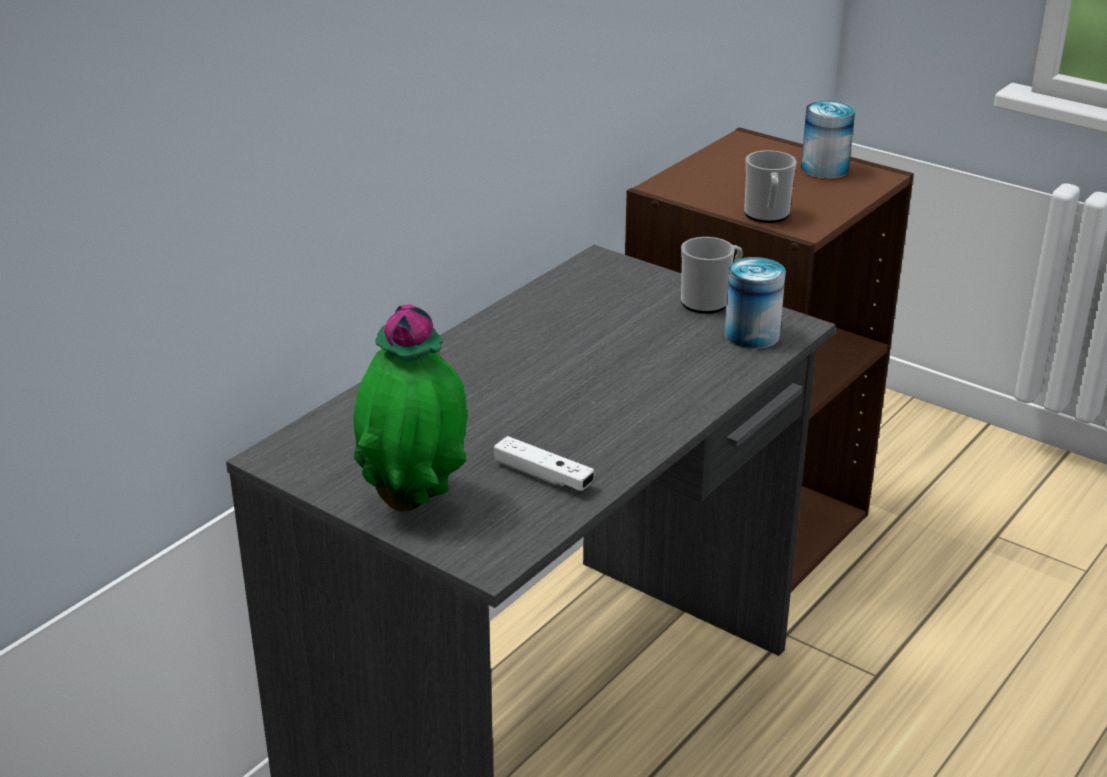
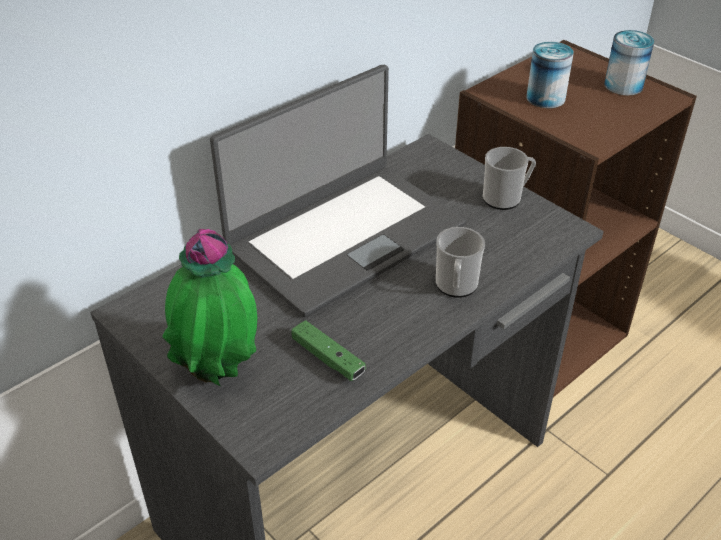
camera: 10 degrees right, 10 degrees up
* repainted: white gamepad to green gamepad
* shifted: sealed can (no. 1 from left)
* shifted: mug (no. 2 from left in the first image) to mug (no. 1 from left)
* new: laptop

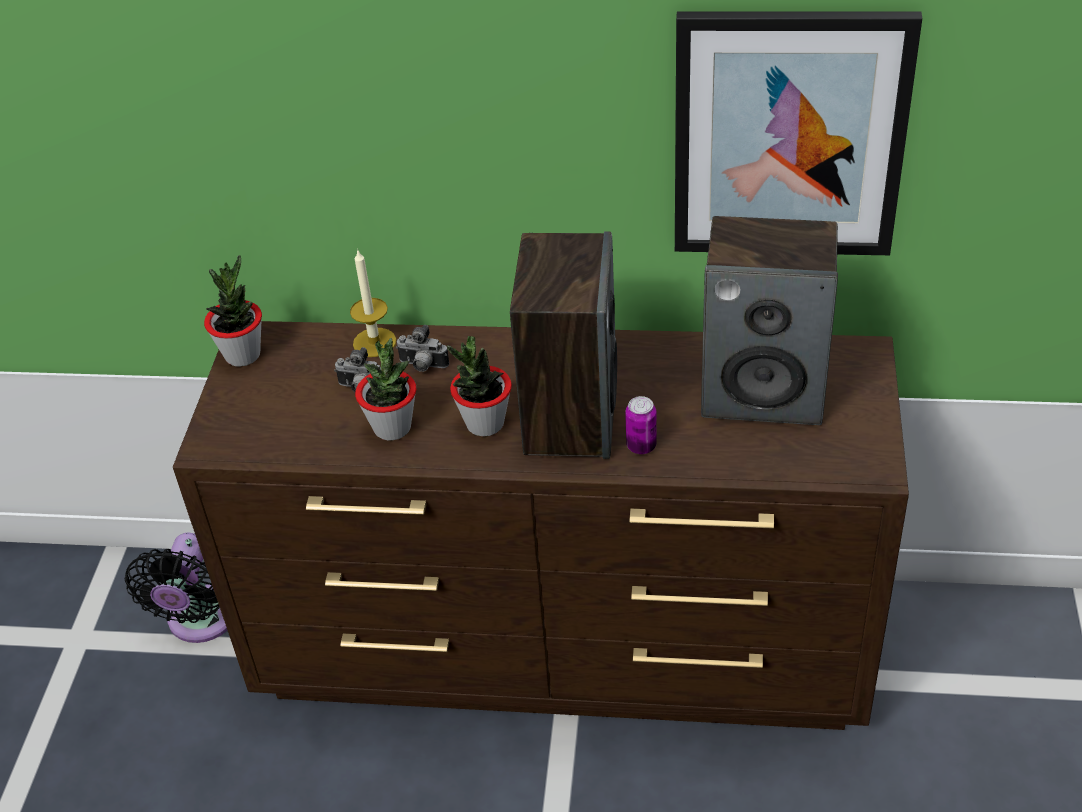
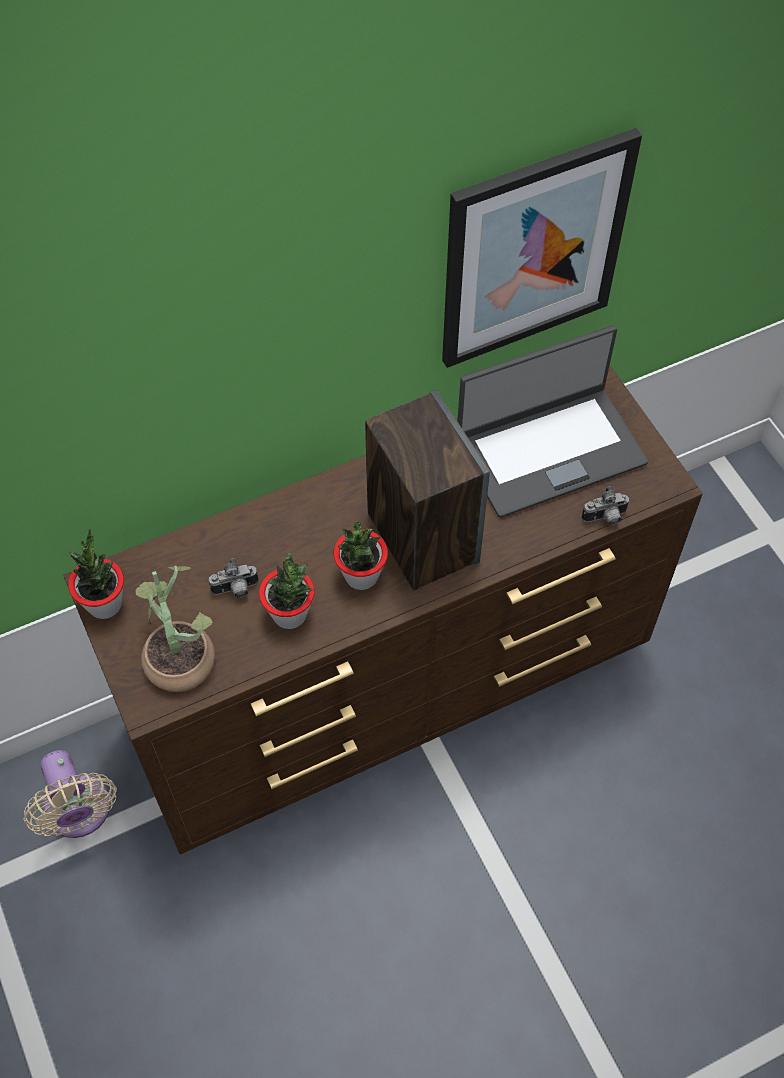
camera: 35 degrees left, 15 degrees up
* repainted: black-coloured fan to beige-coloured fan
* gone: wax candle
* shifted: still camera (no. 2 from left)
* gone: sealed can
* swapped: speaker (no. 2 from left) to laptop
* new: potted plant (no. 2 from left)

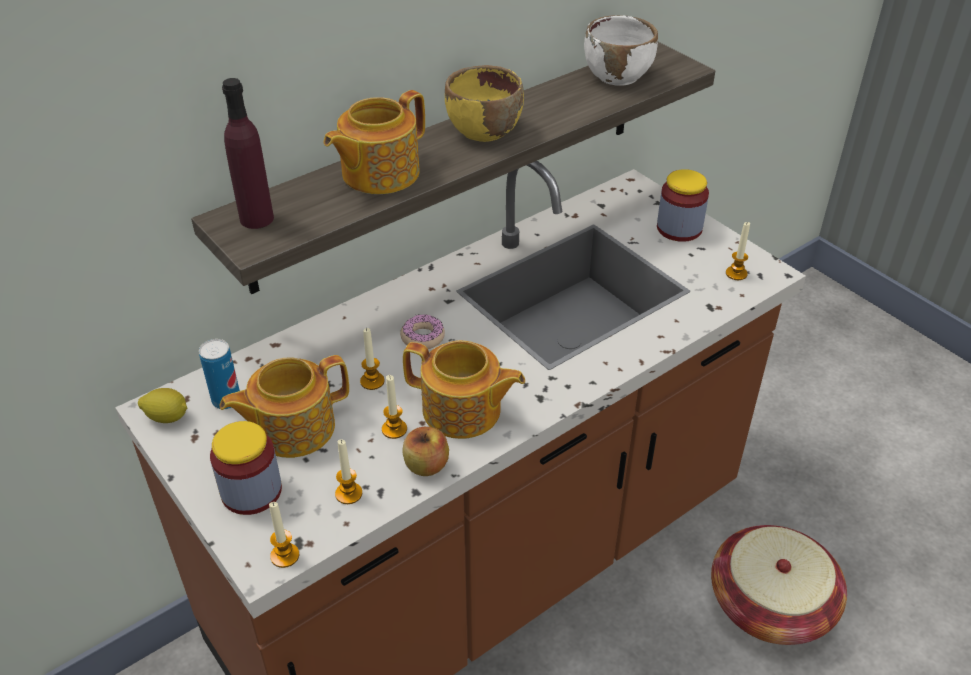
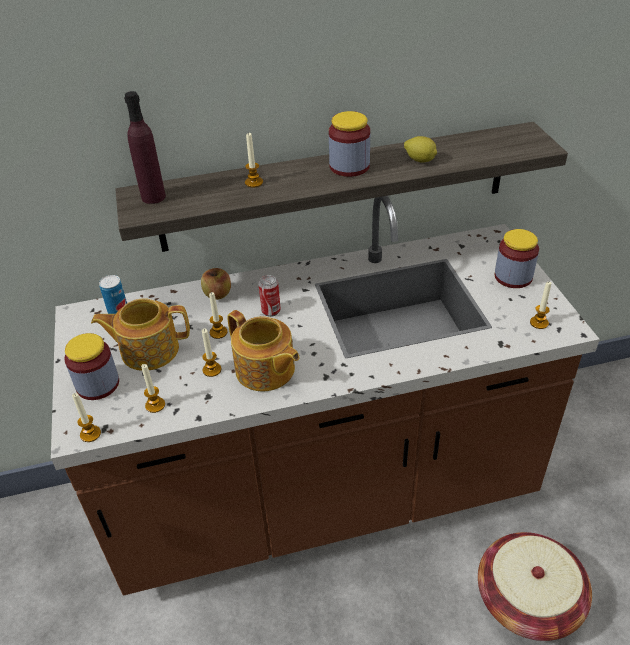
camera: 25 degrees right, 0 degrees up
* shifted: whole lemon
* swapped: tea pot (no. 2 from left) to wax candle (no. 5 from left)
* swapped: donut to sealed can (no. 2 from left)
* shifted: apple
* swapped: yellowish deep dish to jar (no. 2 from left)
* gone: white deep dish

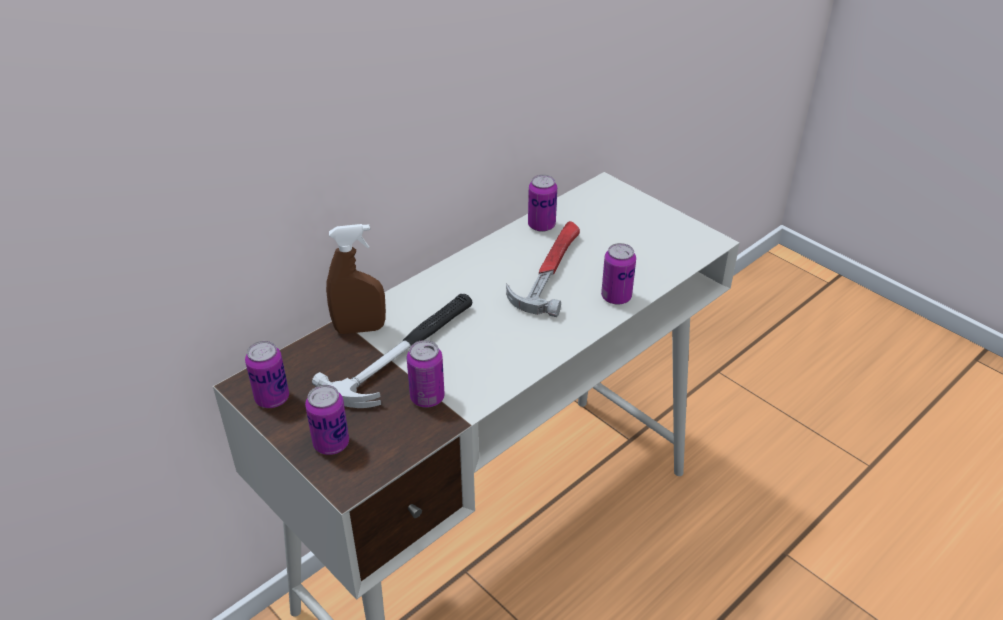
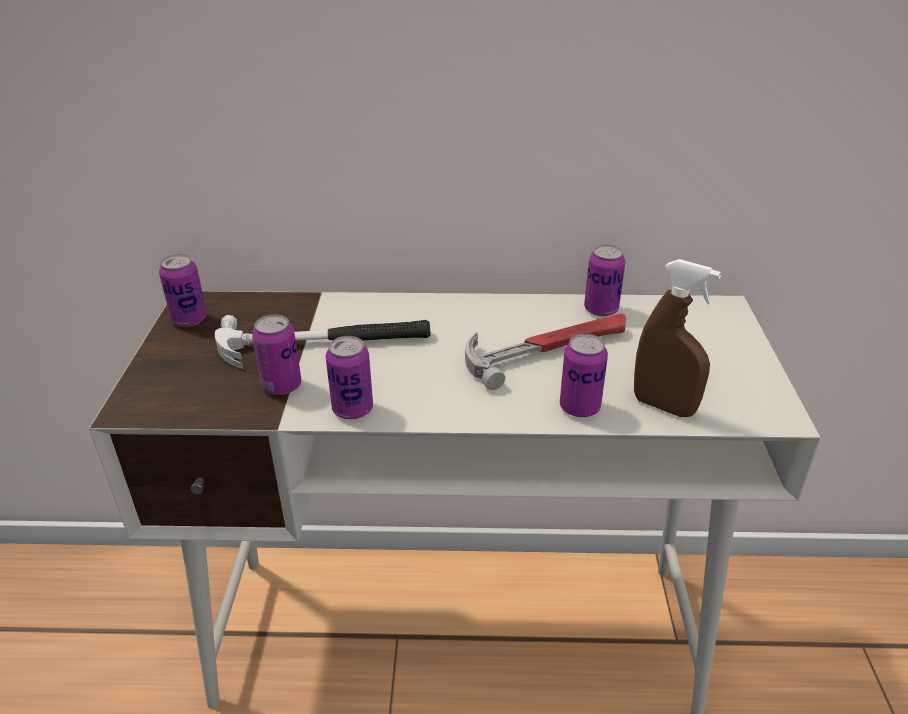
camera: 45 degrees right, 5 degrees down
* shifted: sealed can (no. 2 from left in the first image) to sealed can (no. 3 from left)
* shifted: brown-coloured sprayer

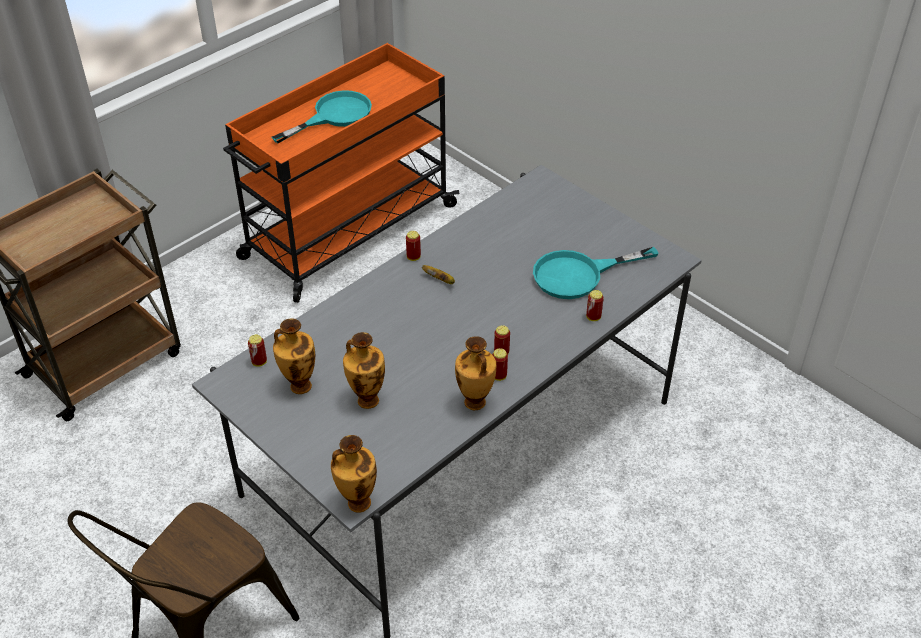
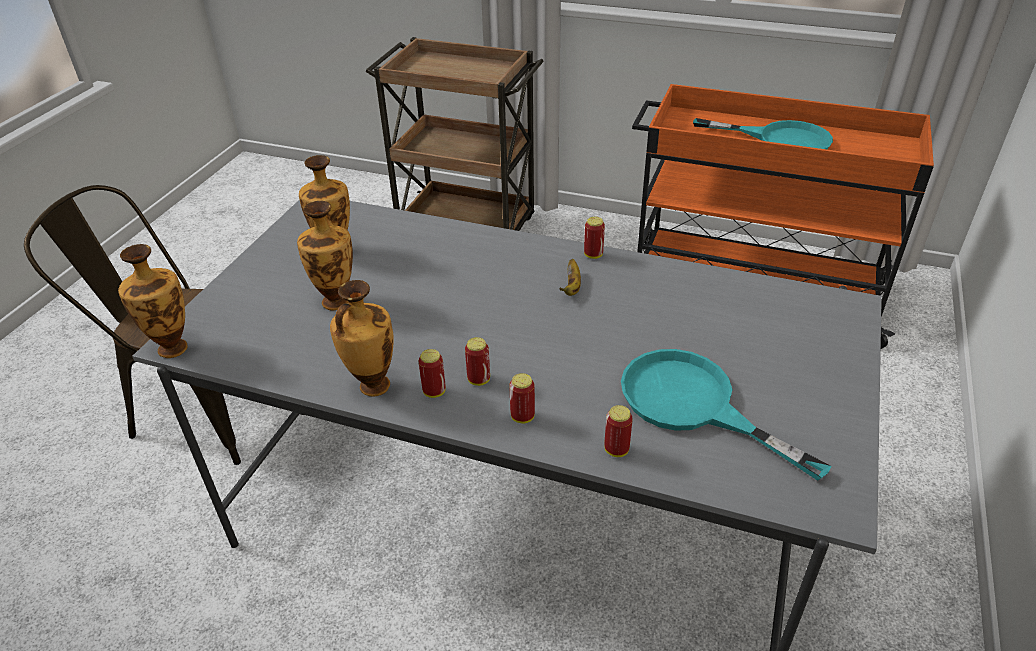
camera: 65 degrees right, 5 degrees down
* shifted: sealed can (no. 1 from left in the first image) to sealed can (no. 3 from left)

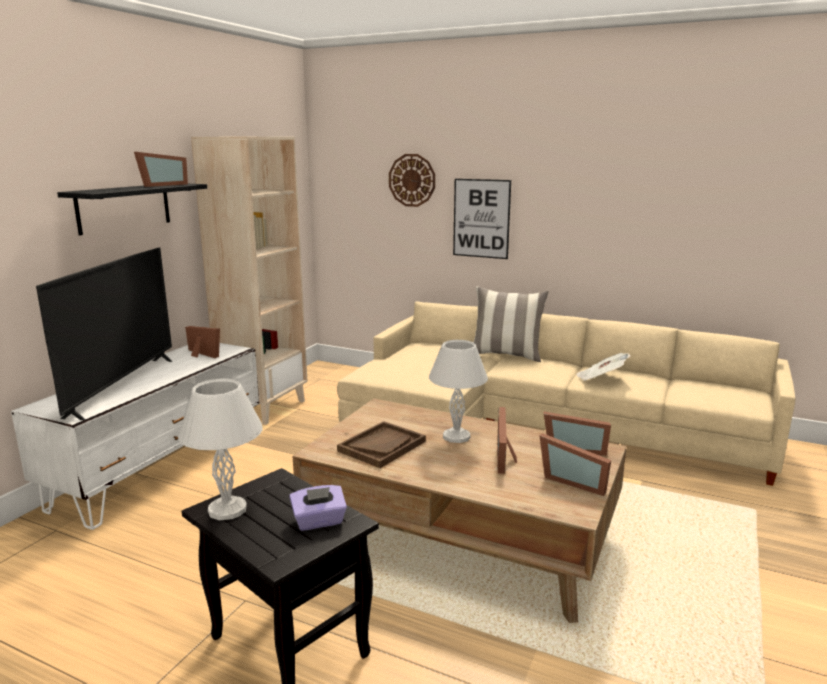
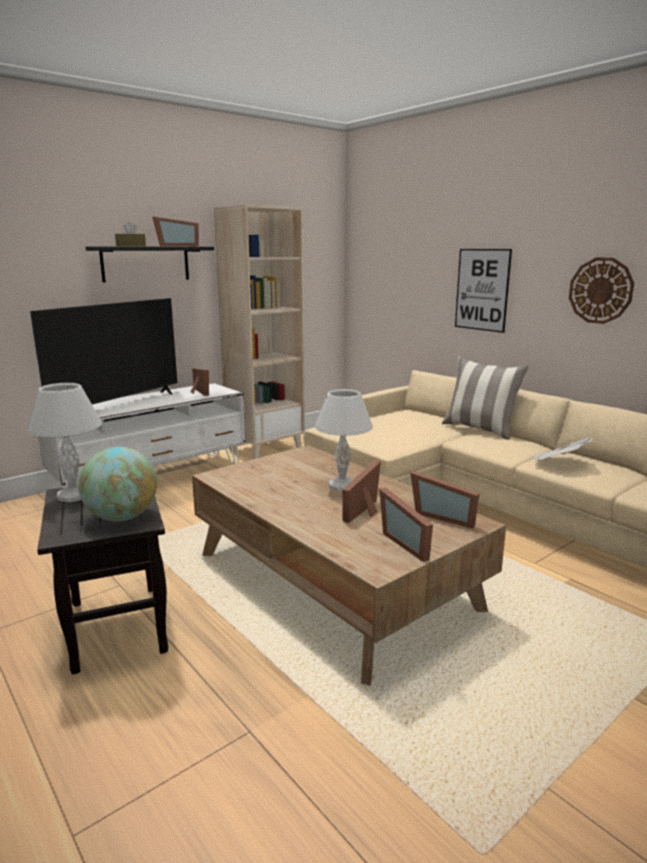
camera: 25 degrees right, 0 degrees up
* swapped: purple tissue box to desk globe
* gone: brown-coloured carrying tray
* shifted: hanging clock
* new: brown-coloured tissue box

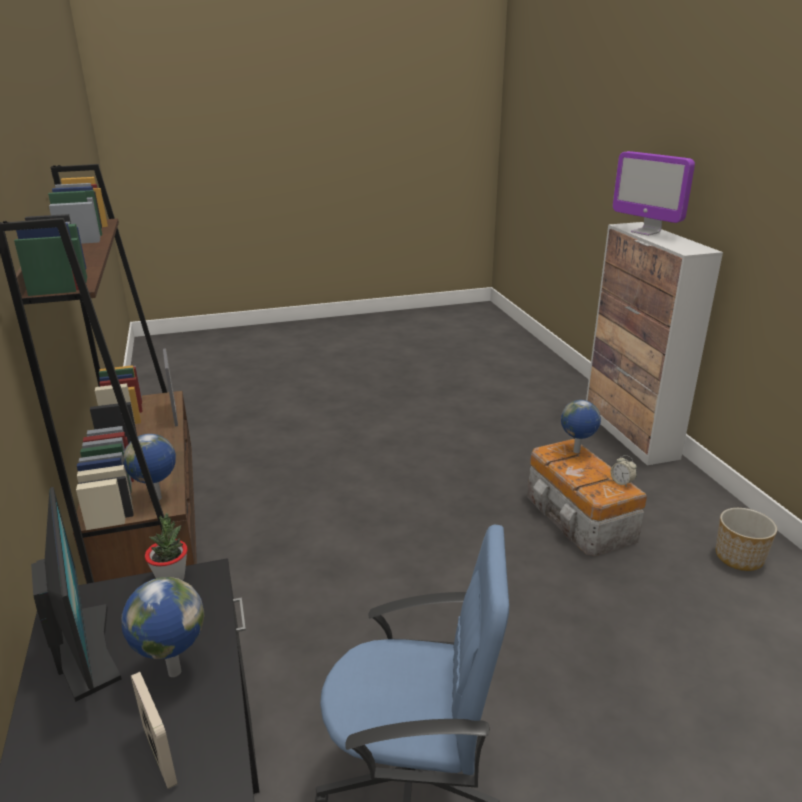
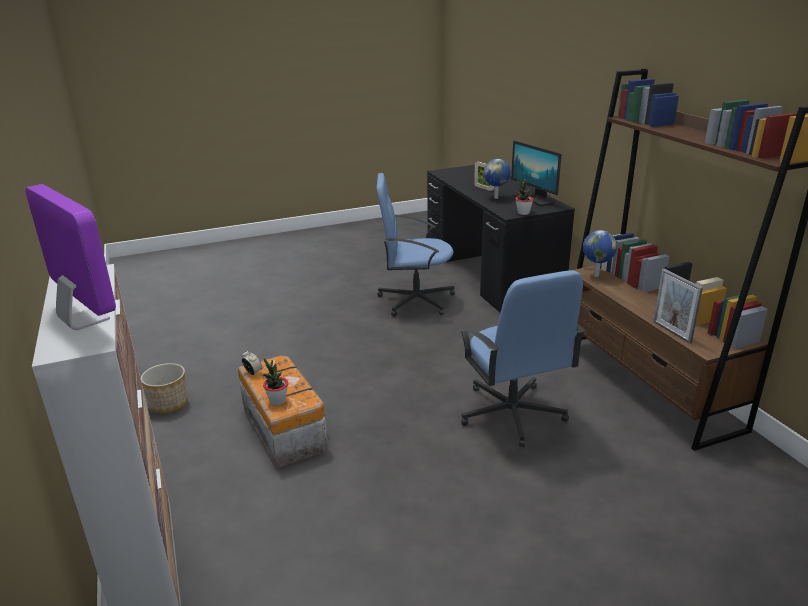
camera: 175 degrees right, 0 degrees up
* swapped: desk globe (no. 3 from left) to potted plant (no. 1 from left)
* new: blue-coloured office chair (no. 2 from left)

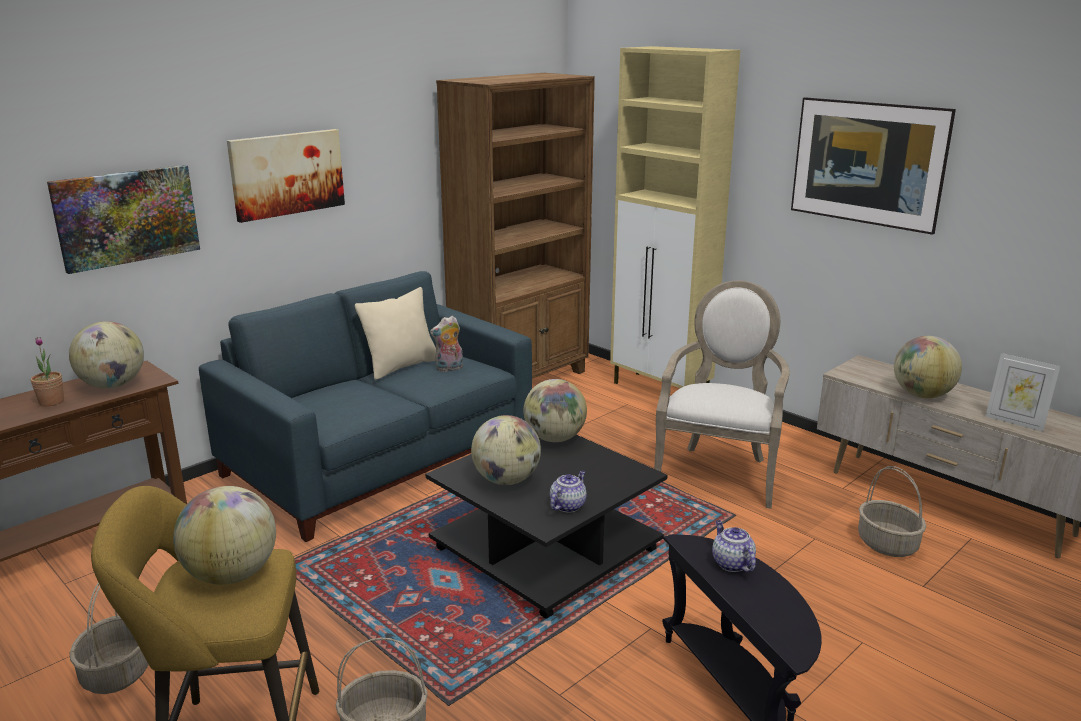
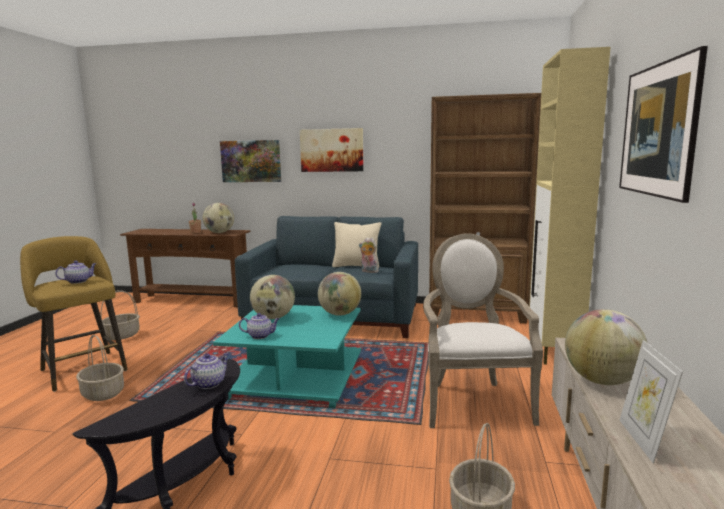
camera: 55 degrees right, 10 degrees down
* swapped: desk globe (no. 2 from left) to tea pot (no. 1 from left)
* repainted: black-coloured low table to blue-green low table
* rotated: armchair 75 degrees counterclockwise

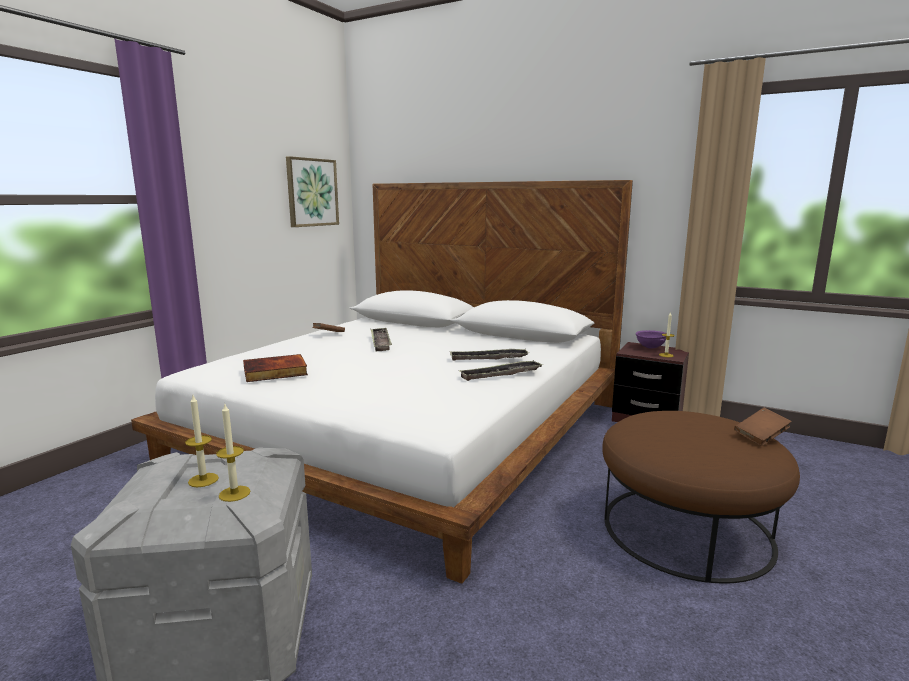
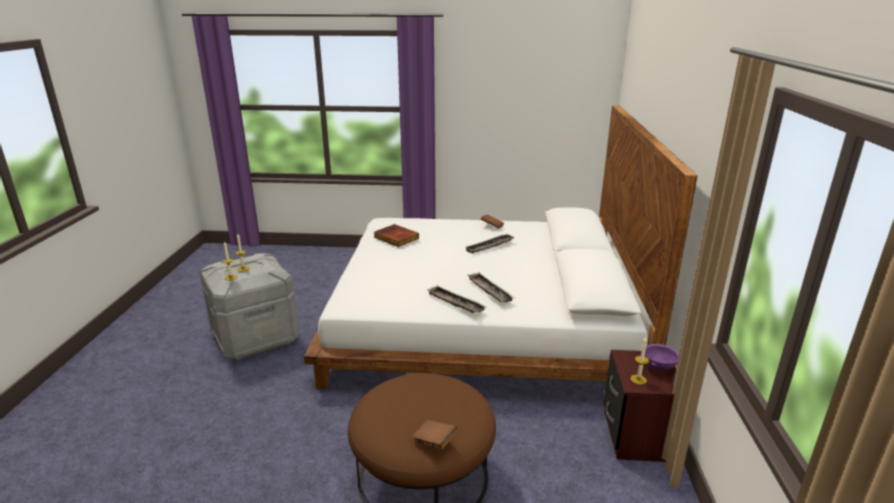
camera: 65 degrees right, 10 degrees up
* gone: wall art

